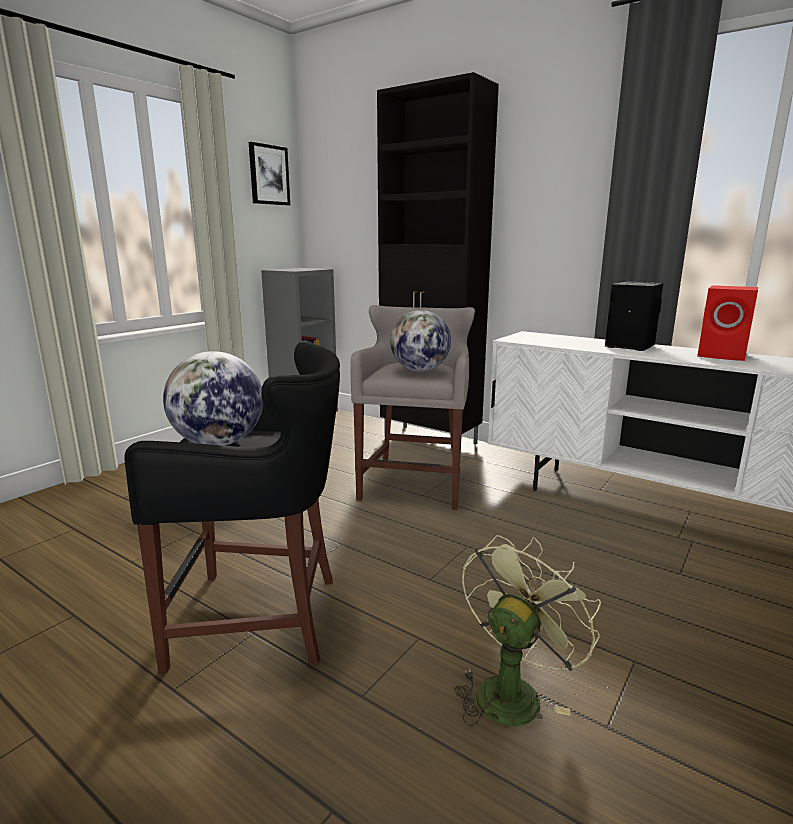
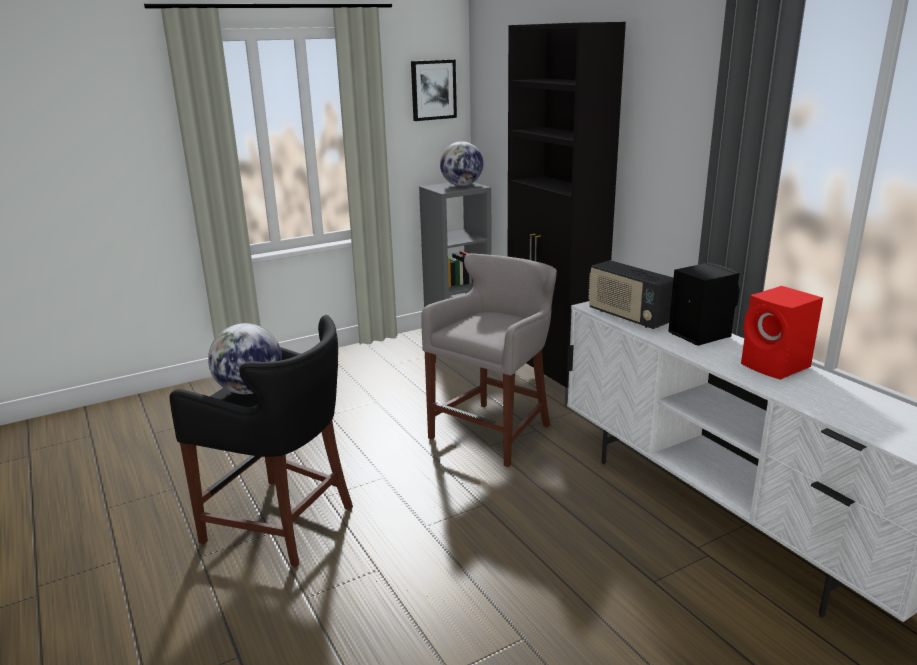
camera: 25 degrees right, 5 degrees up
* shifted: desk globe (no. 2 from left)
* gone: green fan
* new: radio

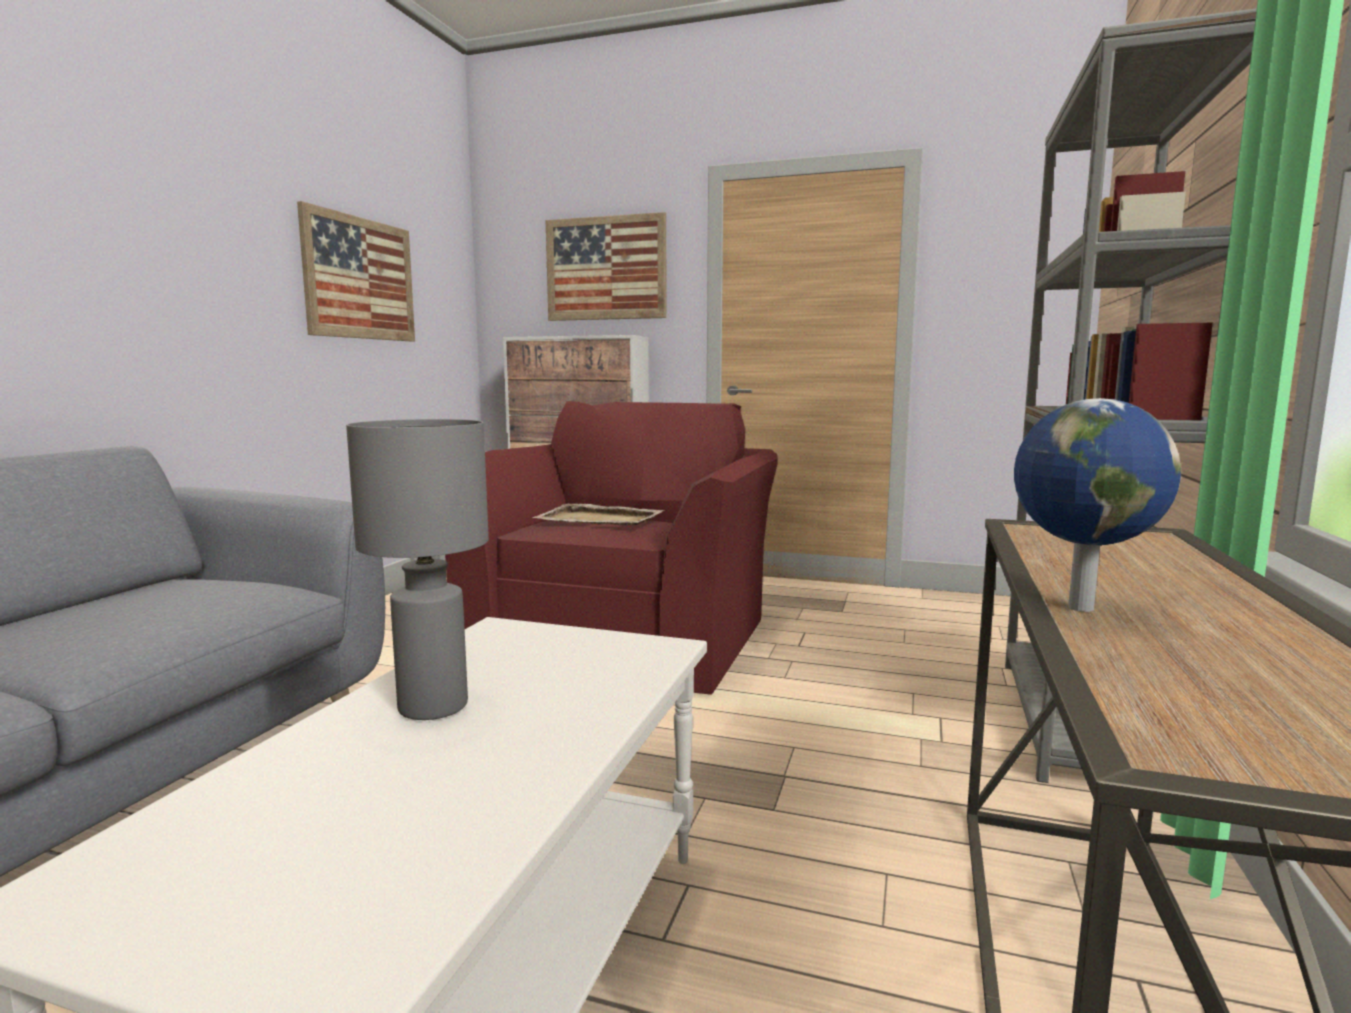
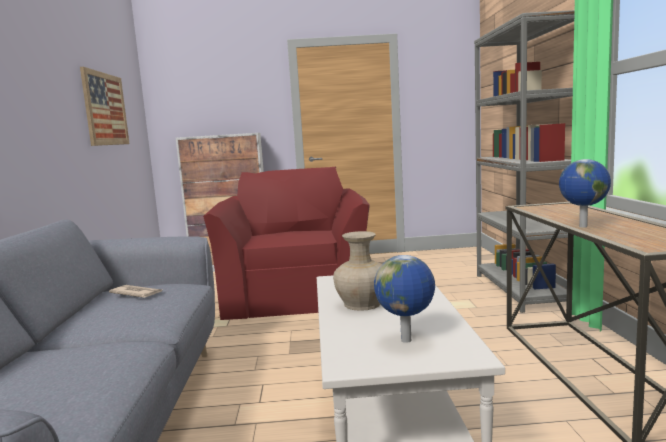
camera: 20 degrees left, 0 degrees up
* swapped: grey lamp for a table to beige-coloured vase
* gone: beige-coloured carrying tray
* gone: wall art (no. 2 from left)
* new: newspaper
* new: desk globe (no. 1 from left)

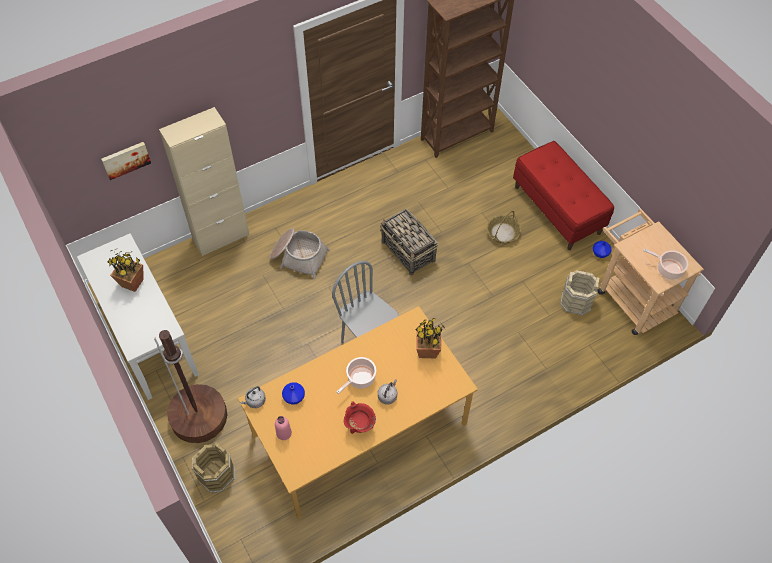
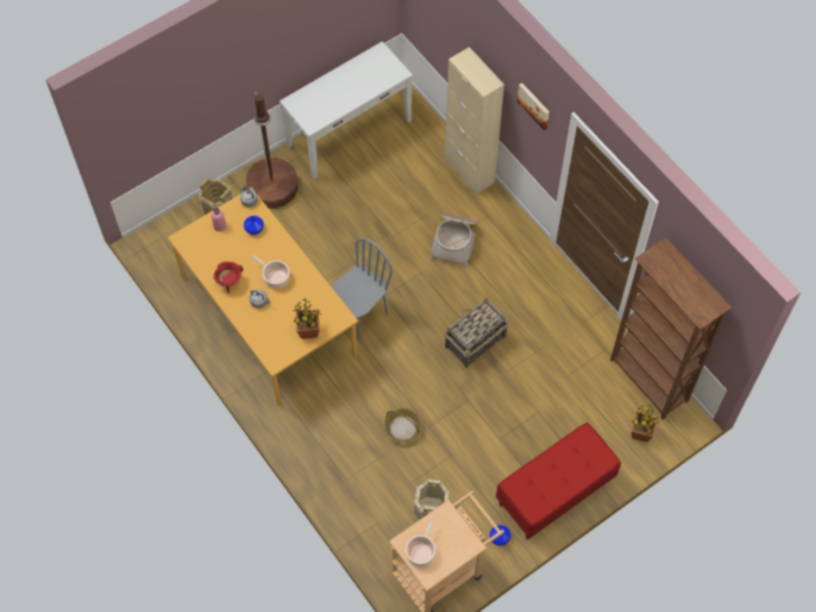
camera: 85 degrees right, 5 degrees up
* shifted: wall art
* shifted: potted plant (no. 1 from left in the first image) to potted plant (no. 2 from left)
* shifted: storage basket (no. 3 from left in the first image) to storage basket (no. 1 from left)

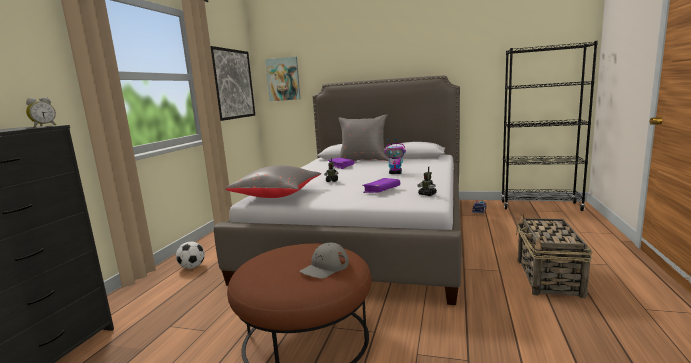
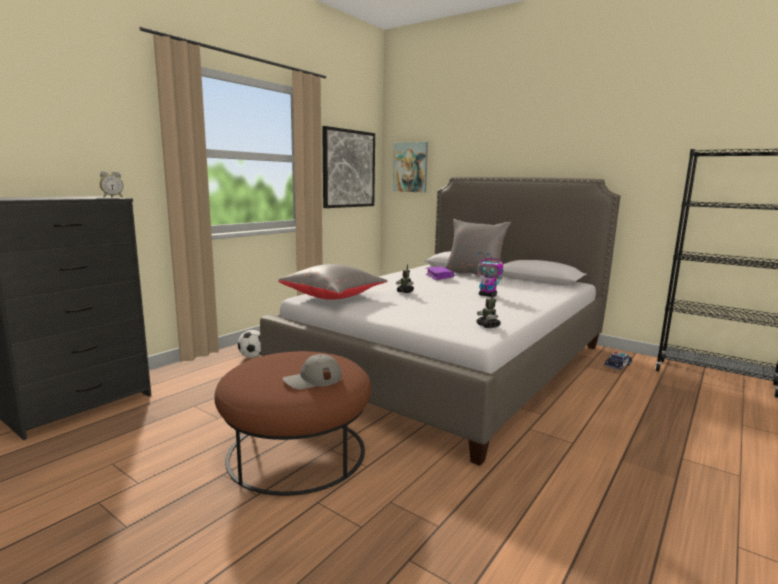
camera: 20 degrees right, 0 degrees up
* gone: purple volume (no. 2 from left)
* gone: storage basket

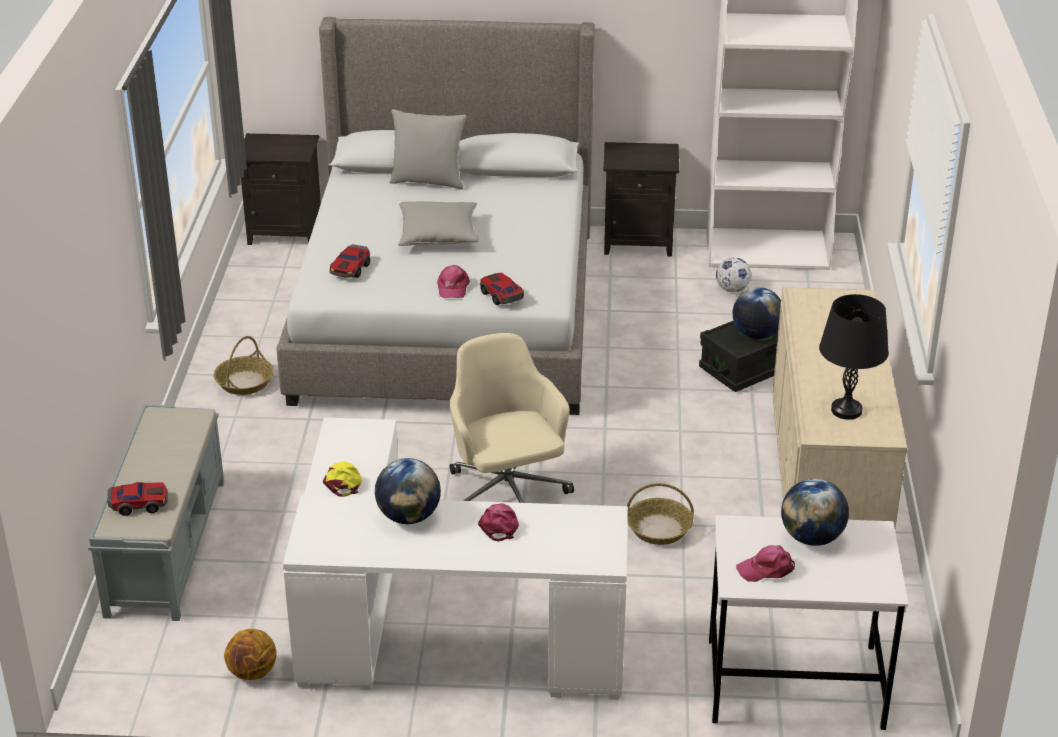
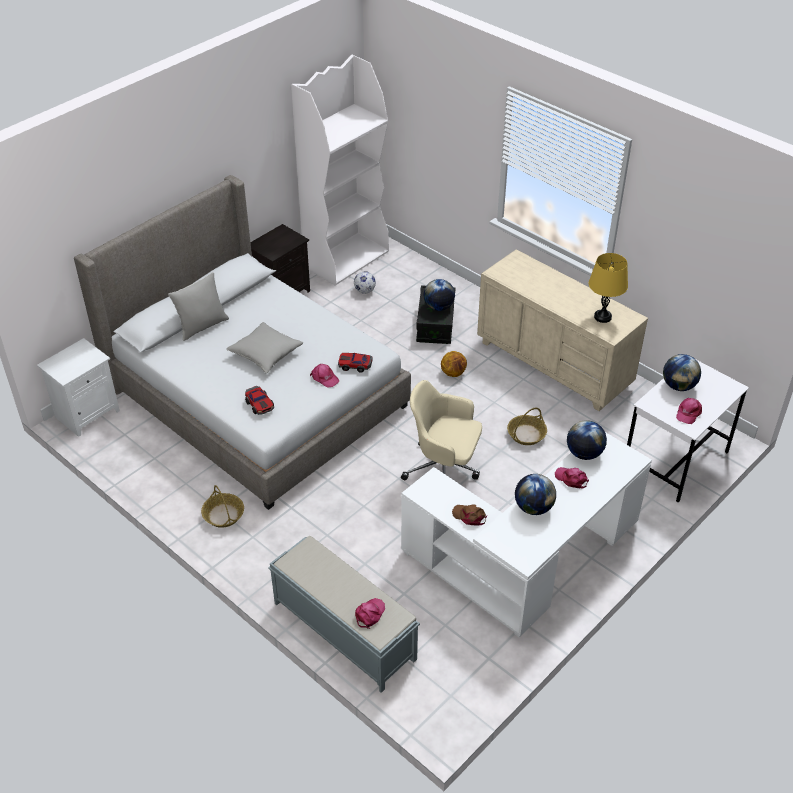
camera: 50 degrees left, 10 degrees up
* swapped: model car (no. 1 from left) to pinkish peaked cap (no. 2 from left)
* shifted: basketball ball
* repainted: black-coloured night table (no. 1 from left) to white night table
* repainted: yellowish peaked cap to brown-coloured peaked cap
* repainted: black-coloured lamp for a table to yellowish lamp for a table
* new: desk globe (no. 3 from left)

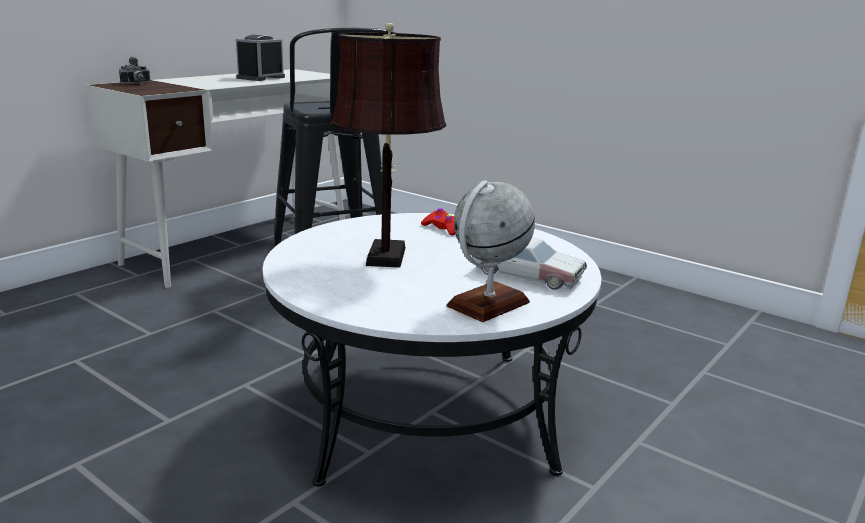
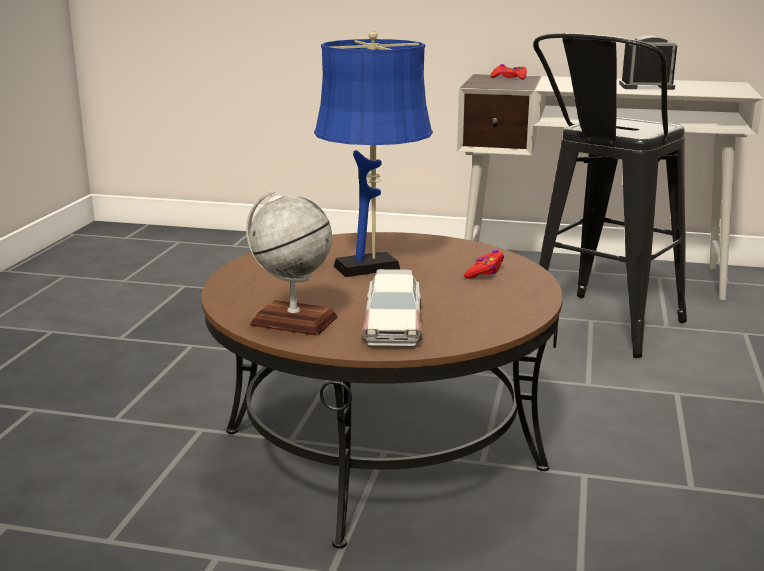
camera: 65 degrees right, 0 degrees up
* swapped: still camera to red gamepad (no. 2 from left)
* repainted: white low table to brown-coloured low table
* repainted: brown-coloured lamp for a table to blue-coloured lamp for a table

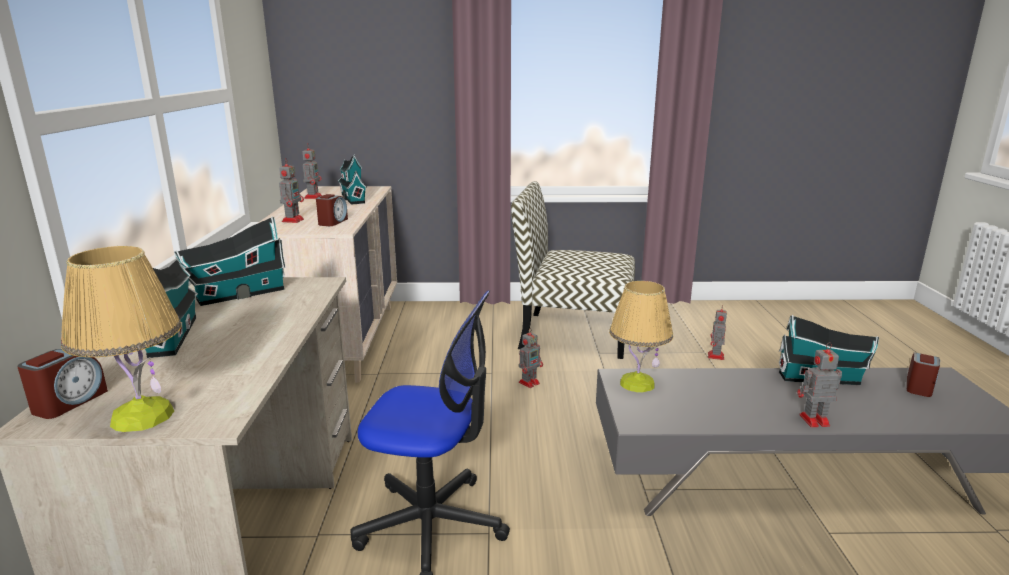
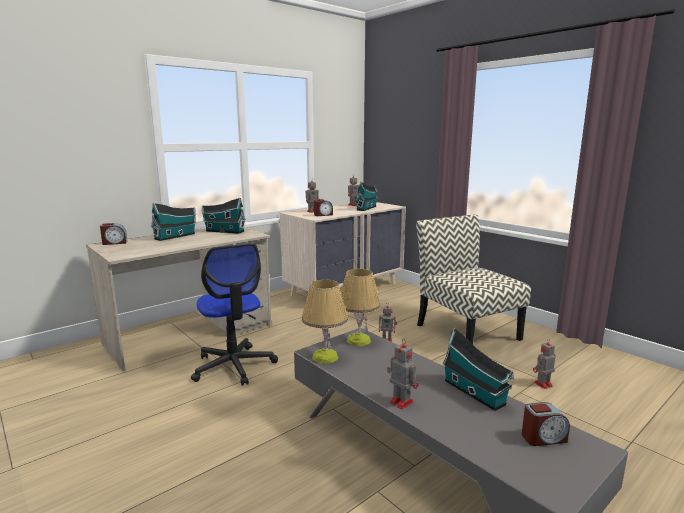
camera: 50 degrees right, 5 degrees down
* shifted: lamp for a table (no. 1 from left)

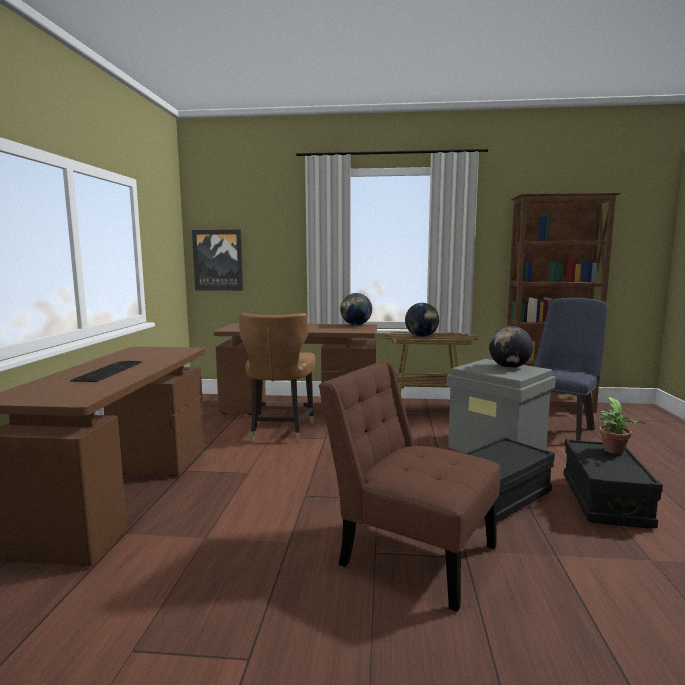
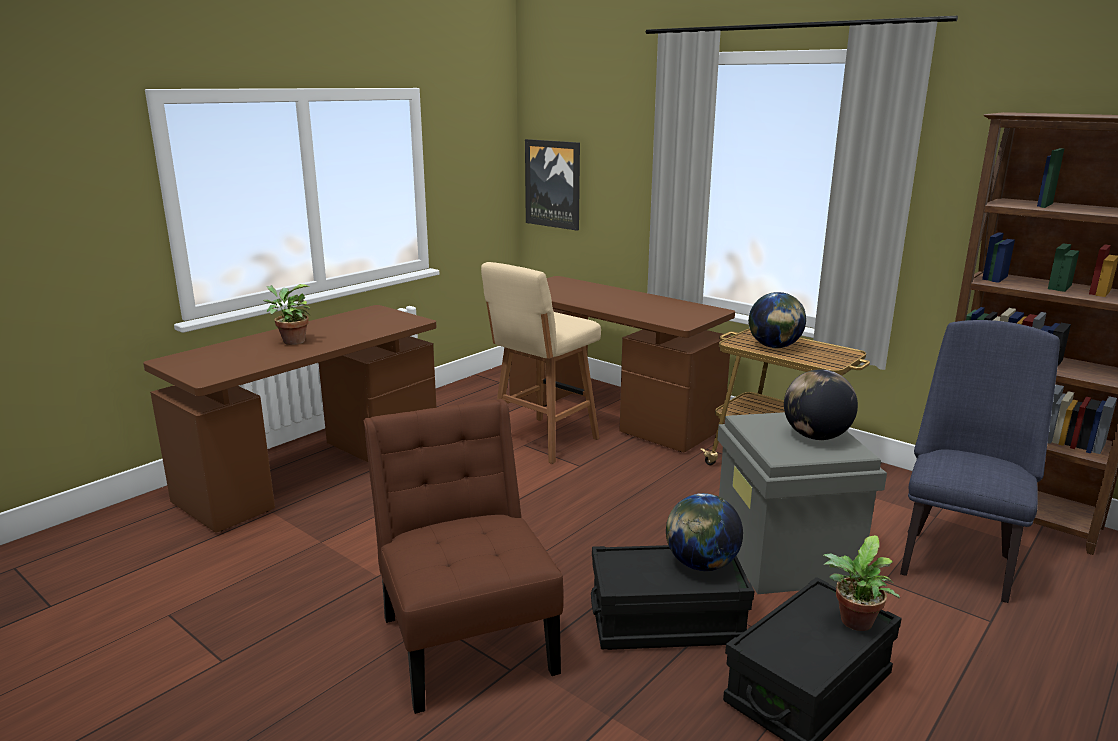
camera: 35 degrees right, 10 degrees up
* swapped: computer keyboard to potted plant (no. 1 from left)
* swapped: brown-coloured chair (no. 1 from left) to beige-coloured stool seat
* shifted: desk globe (no. 1 from left)
* rotated: blue-coloured chair 45 degrees counterclockwise

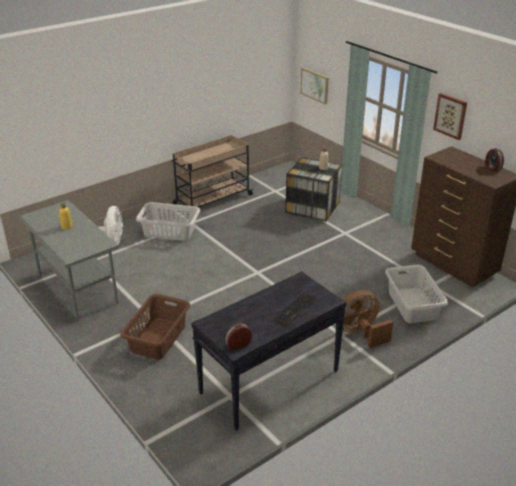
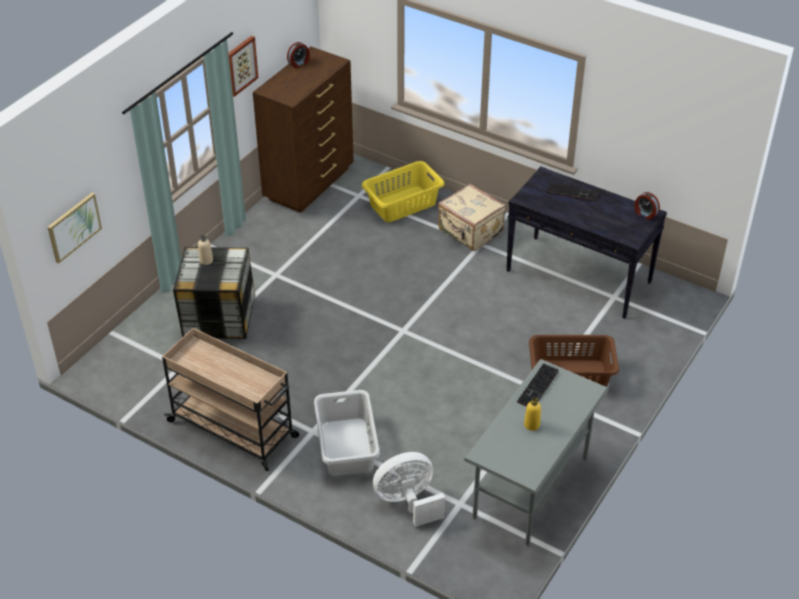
camera: 110 degrees left, 10 degrees up
* swapped: brown-coloured fan to beige-coloured suitcase
* repainted: grey hamper (no. 2 from left) to yellowish hamper
* new: computer keyboard (no. 1 from left)

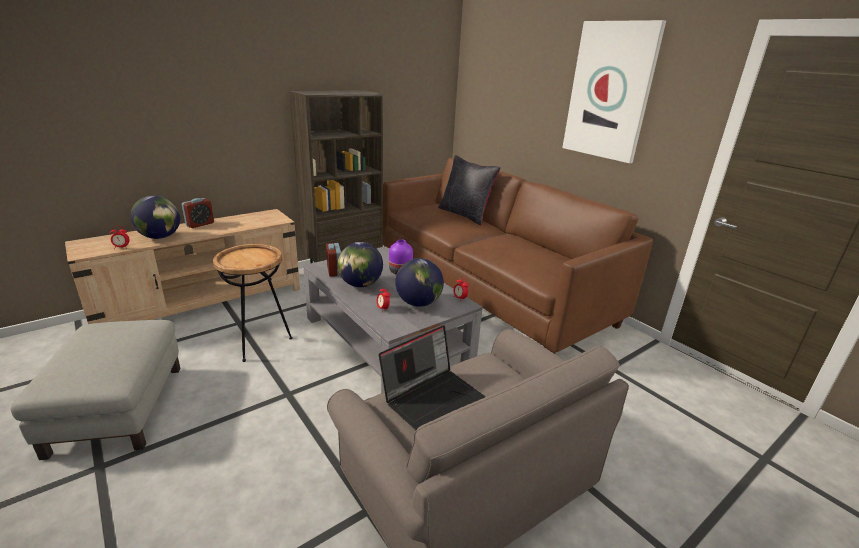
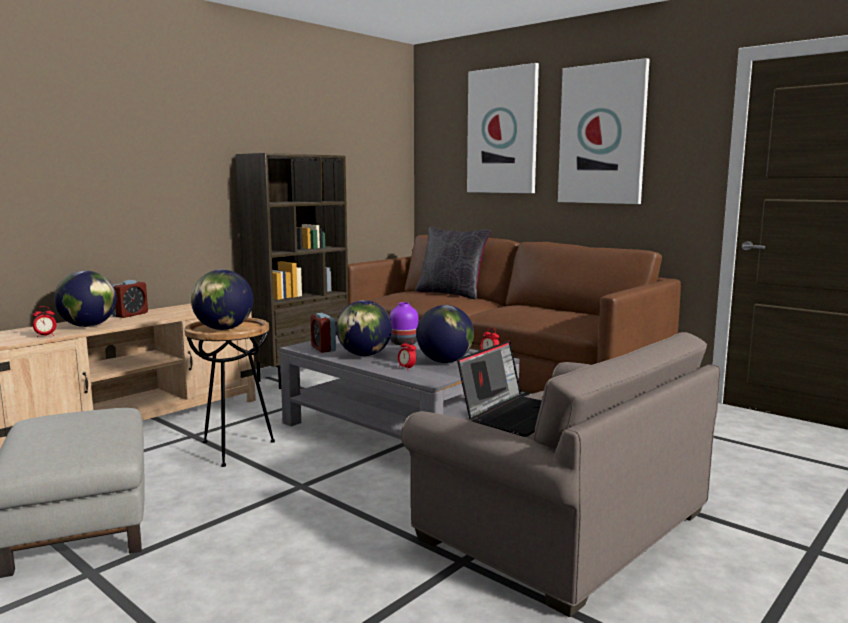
camera: 10 degrees left, 15 degrees down
* new: desk globe (no. 2 from left)
* new: wall art (no. 1 from left)

